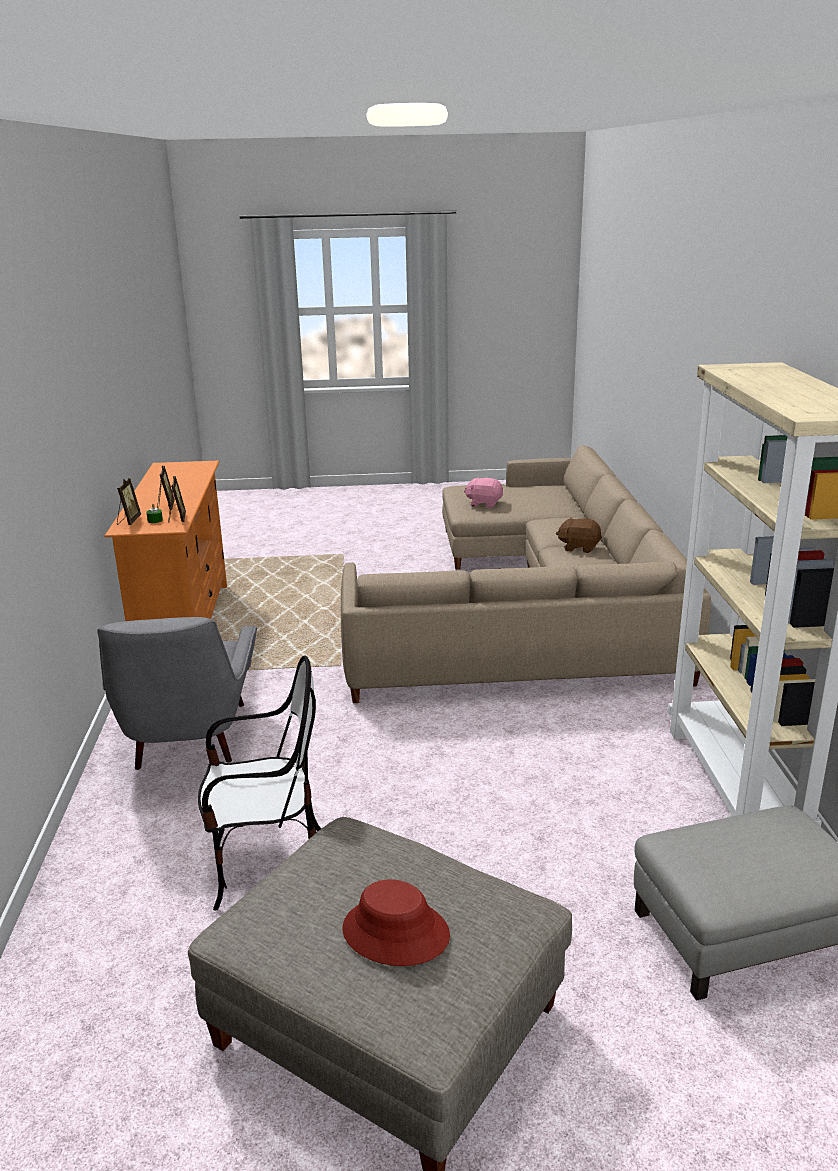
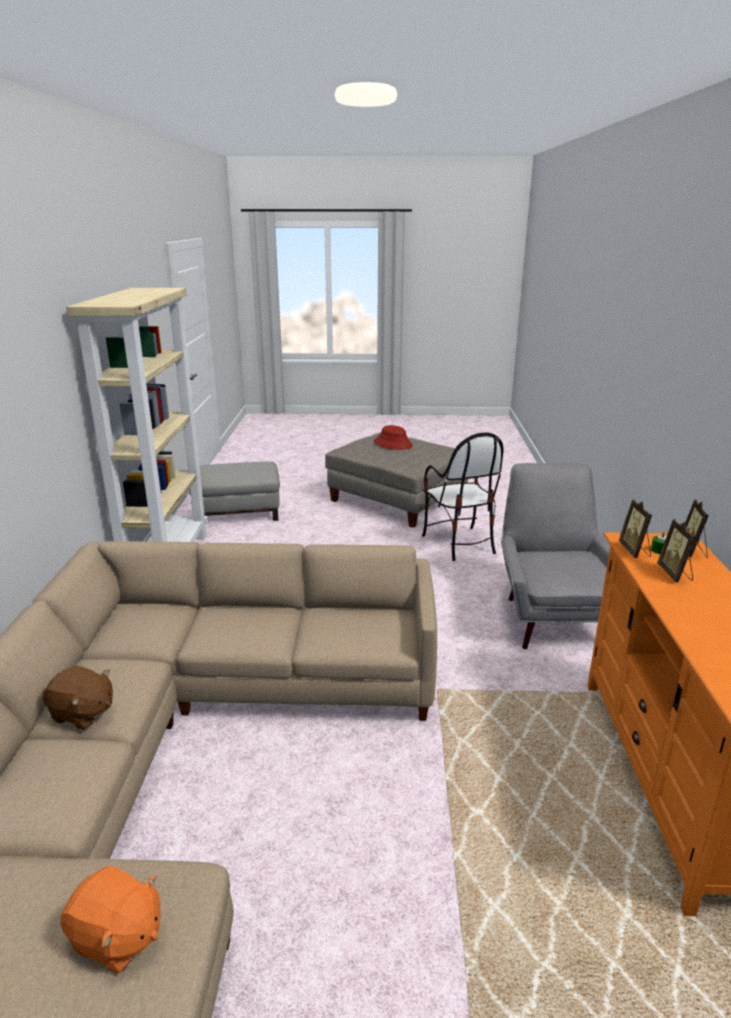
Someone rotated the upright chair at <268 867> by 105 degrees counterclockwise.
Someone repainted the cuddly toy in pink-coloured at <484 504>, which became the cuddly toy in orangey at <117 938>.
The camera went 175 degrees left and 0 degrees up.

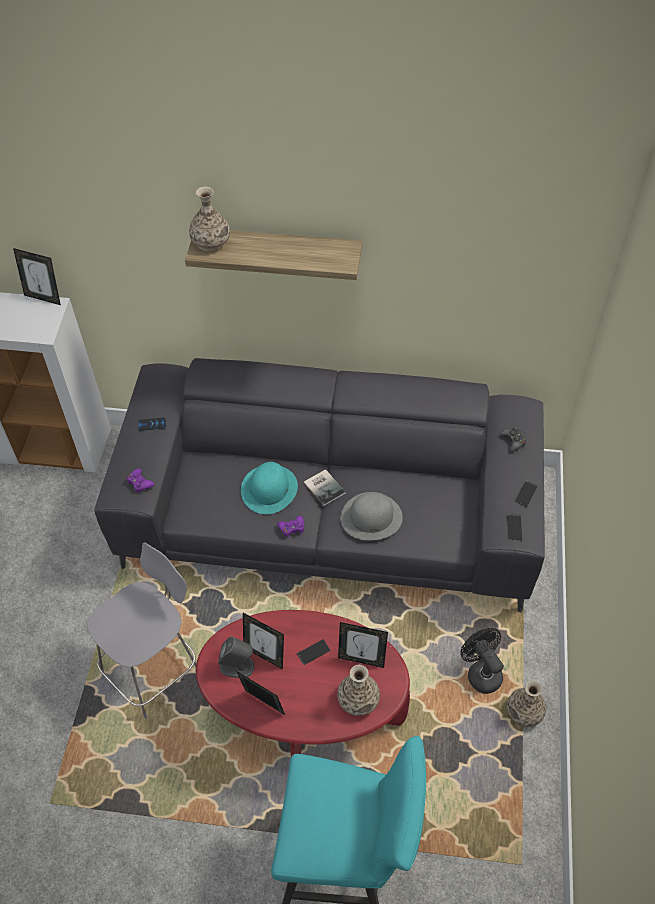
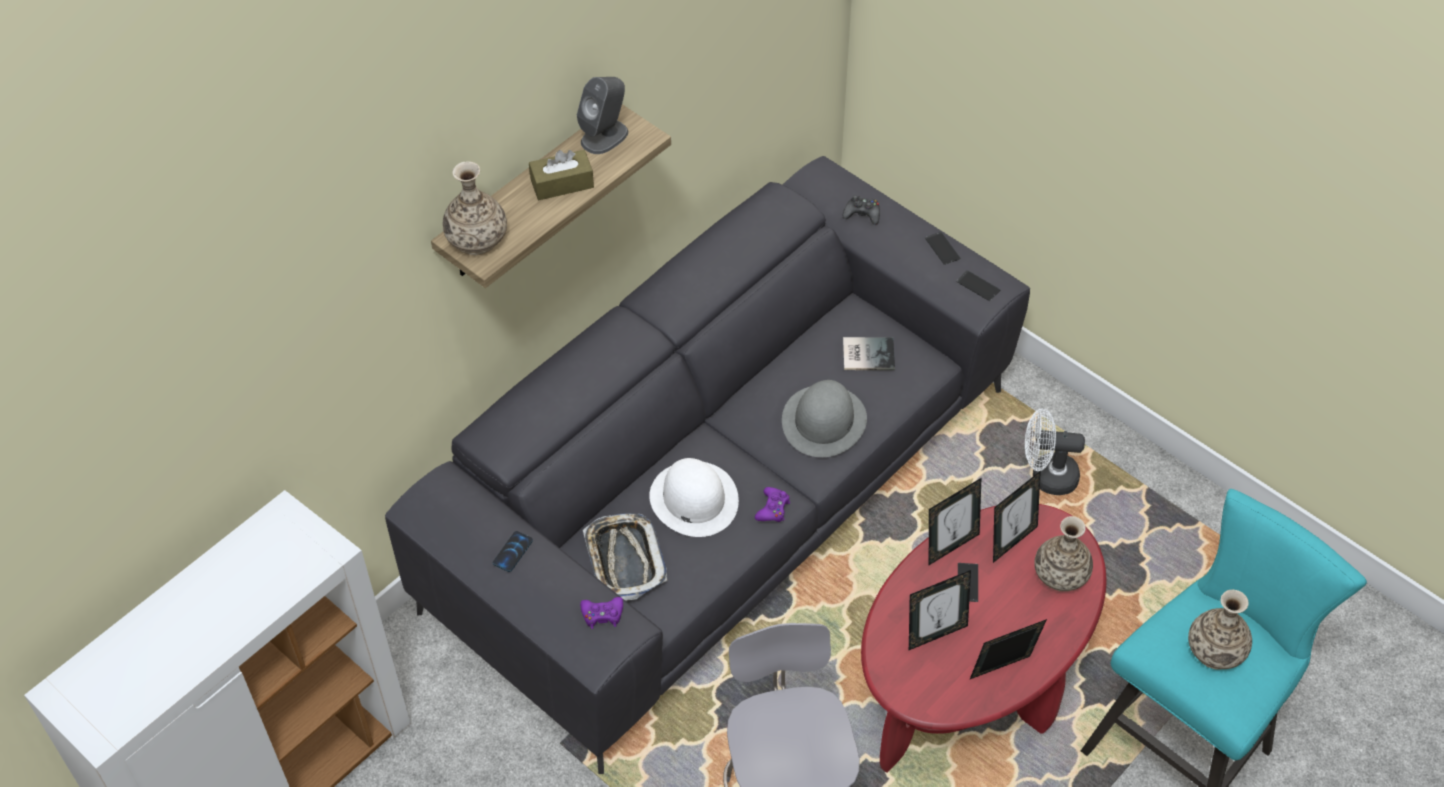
Someone carried the picture frame from <44 298> to <950 546>.
Someone carried the audio speaker in greyish from <237 666> to <605 136>.
Someone repainted the clothing hat in turquoise at <269 488>, which became the clothing hat in whitish at <693 498>.
Someone carried the bound book from <324 486> to <867 353>.
Someone repainted the electric fan in blackish at <481 672>, which became the electric fan in whitish at <1046 476>.
Someone carried the vase from <524 712> to <1215 650>.
Someone put down the tissue holder in brown at <562 183>.
Someone put down the serving tray at <624 559>.
The camera went 55 degrees left and 0 degrees up.

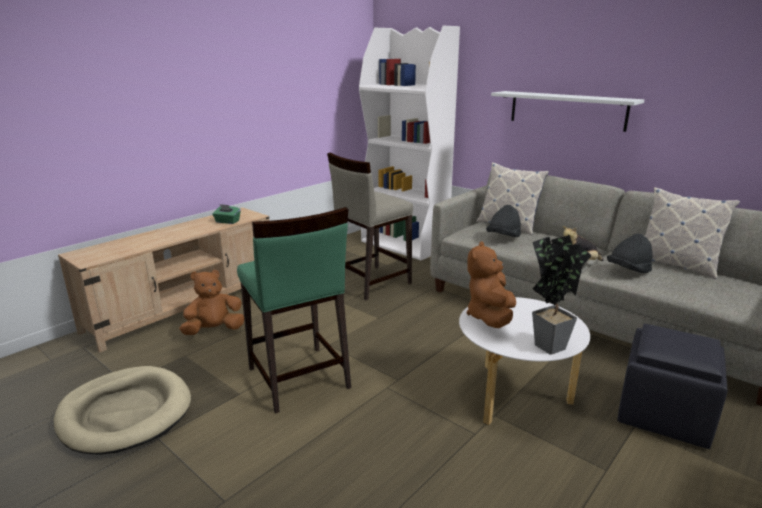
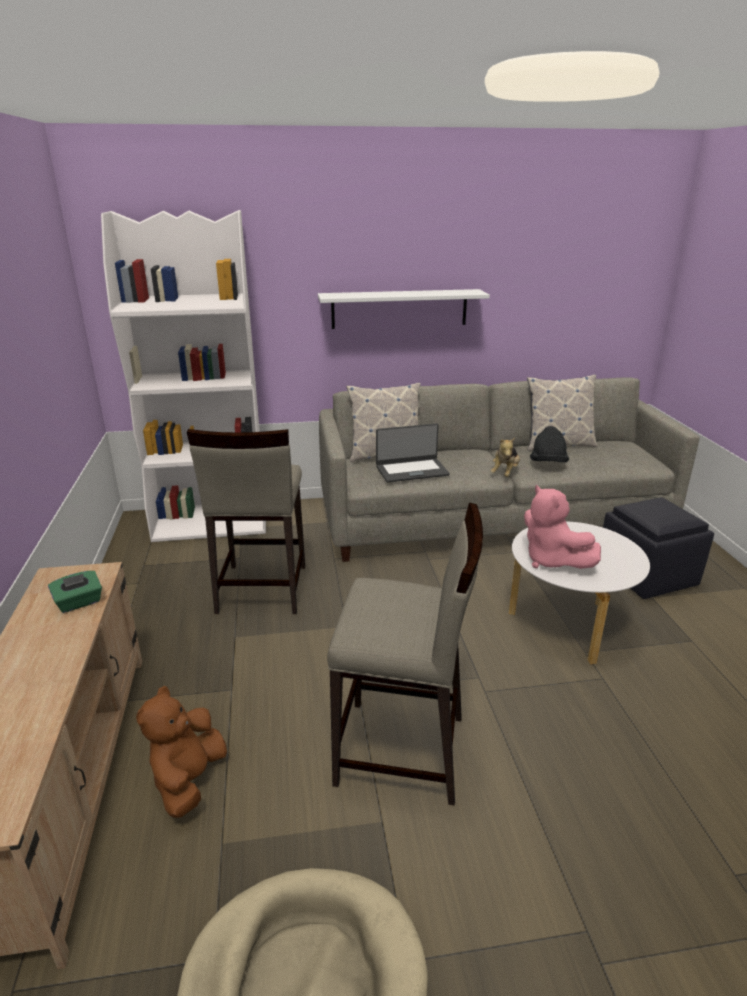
Someone repainted the stool in greenish at <298 378>, which became the stool in beige at <402 751>.
Someone repainted the cuddly toy in brown at <490 318>, which became the cuddly toy in pink-coloured at <551 560>.
Someone swapped the clothing hat in blackish at <503 237> for the notebook computer at <411 470>.
Someone took away the houseplant at <548 343>.
The camera went 50 degrees left and 5 degrees up.

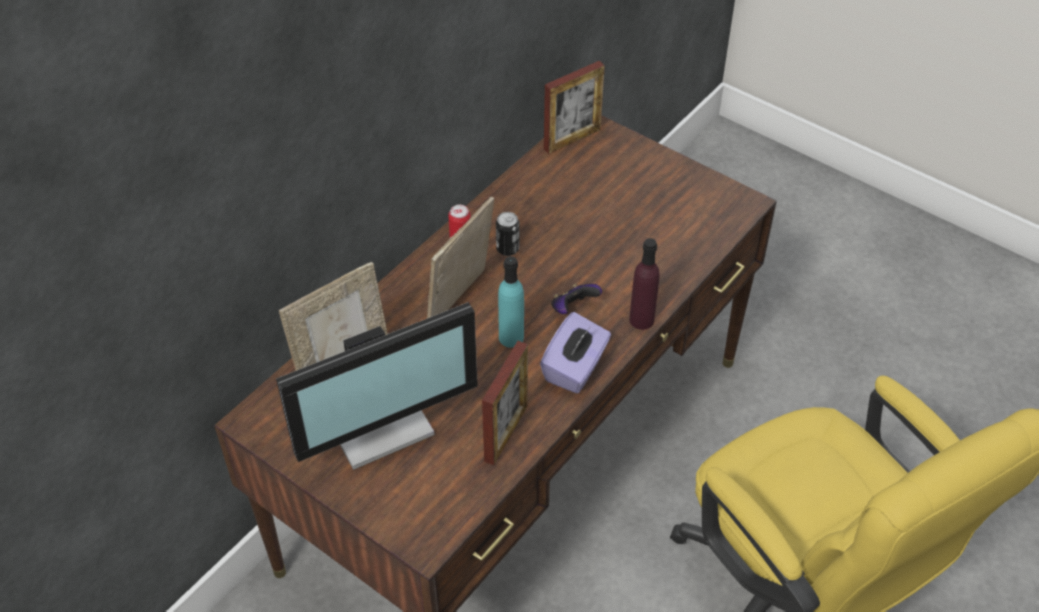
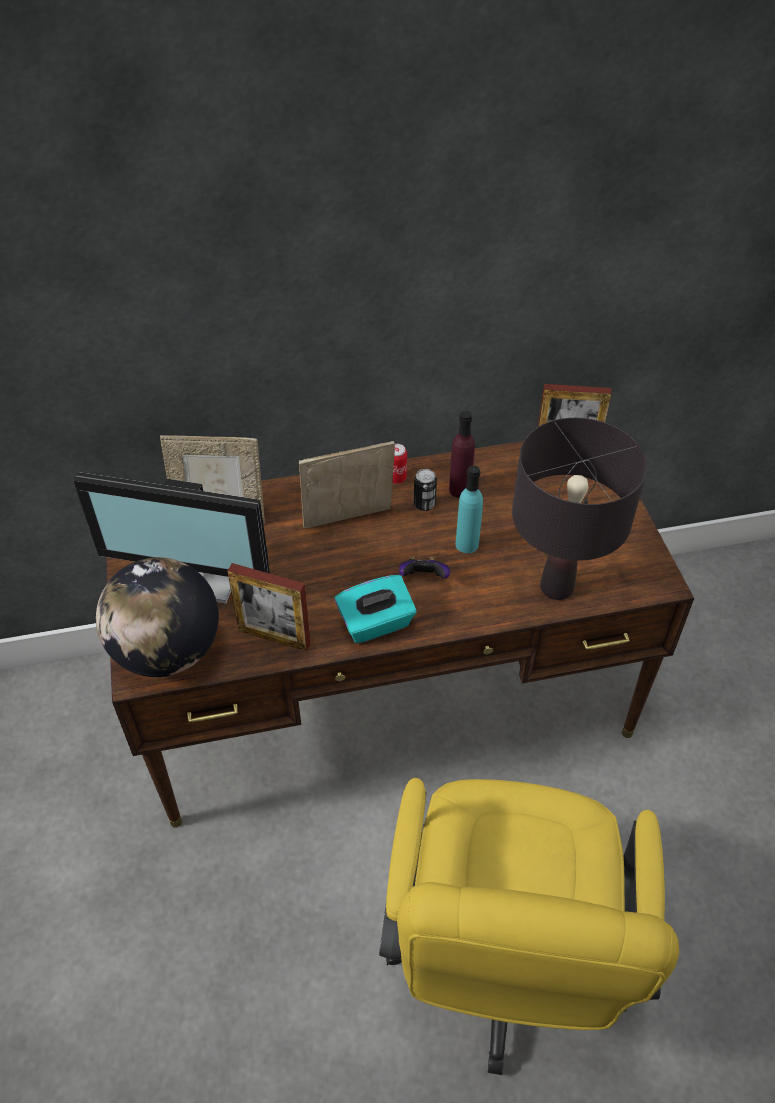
Someone rotated the picture frame at <506 433> by 45 degrees clockwise.
Someone carried the beverage bottle in turquoise from <511 337> to <467 544>.
Someone repainted the tissue holder in purple-coloured at <575 368>, which became the tissue holder in turquoise at <376 624>.
Someone carried the beverage bottle in purple-coloured from <641 320> to <459 490>.
Someone put down the world globe at <167 652>.
Someone put down the lamp for a table in blackish at <556 587>.
The camera went 40 degrees right and 0 degrees up.

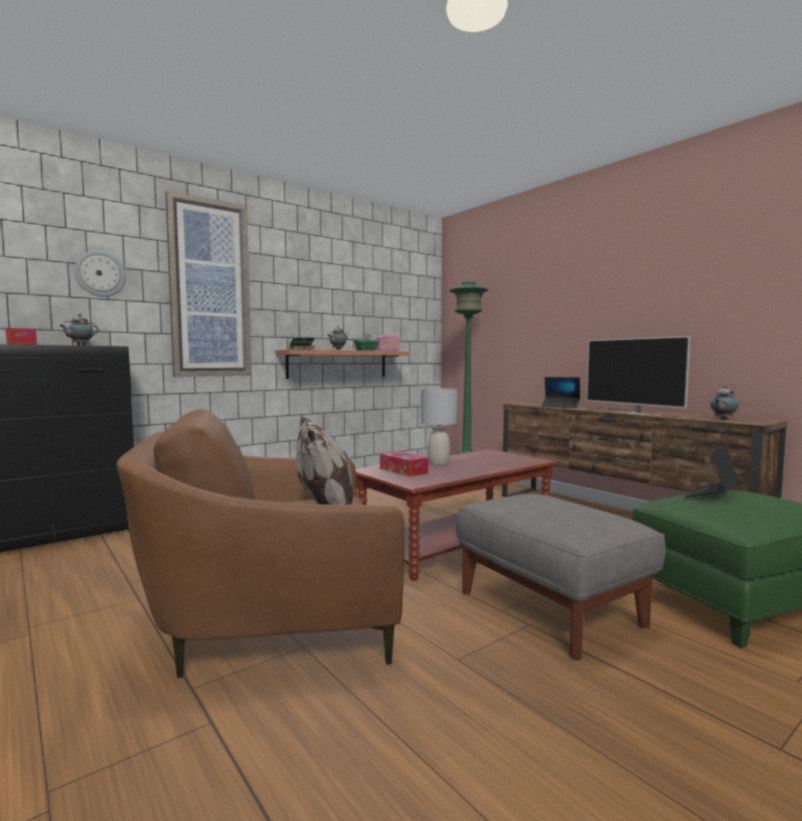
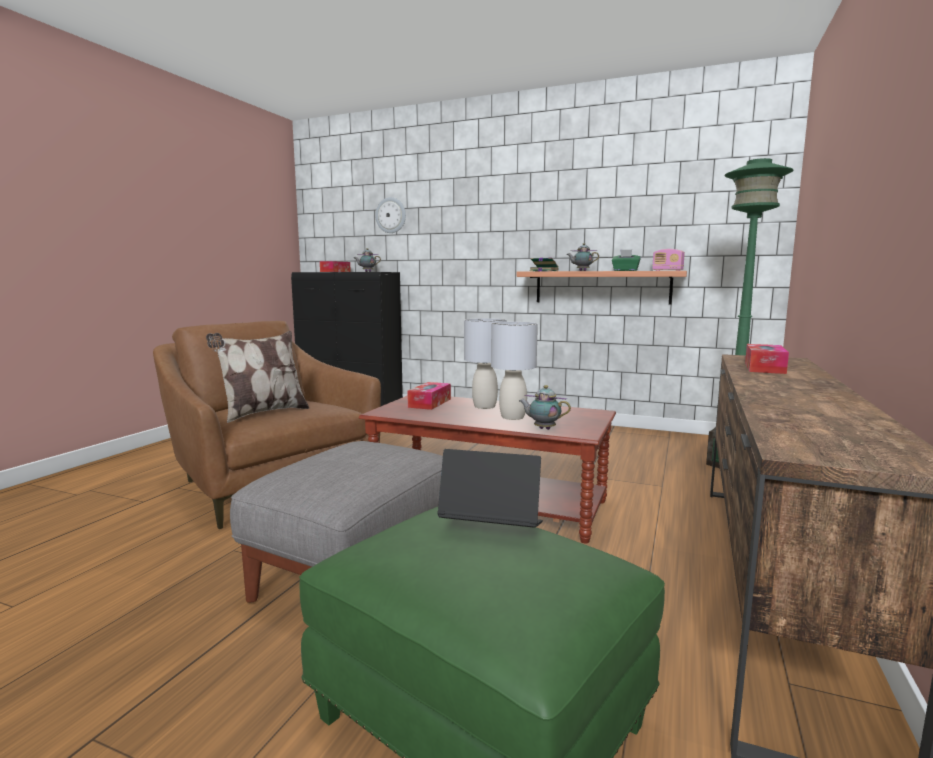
Someone took away the wall art at <210 289>.
Someone swapped the notebook computer at <560 406> for the tissue holder at <764 368>.
Someone took away the TV set at <634 413>.
Someone carried the tea pot from <722 419> to <543 428>.
Someone put down the lamp for a table in greyish at <513 417>.
The camera went 60 degrees right and 5 degrees up.

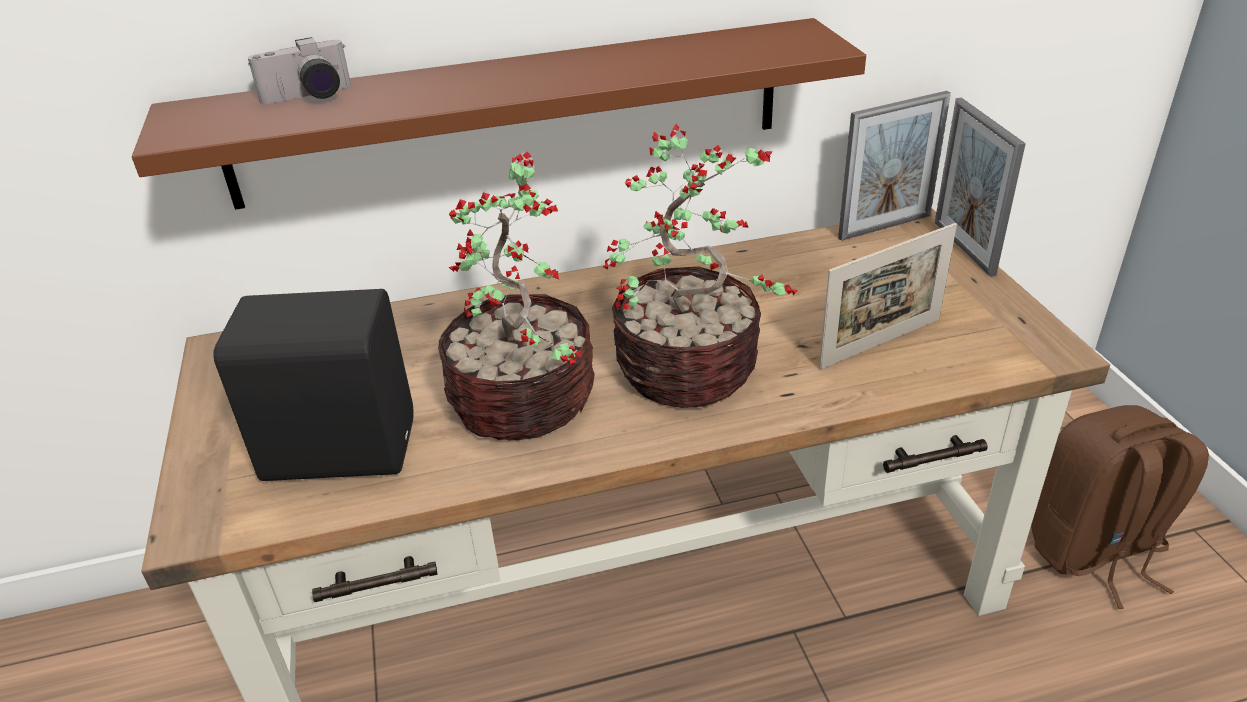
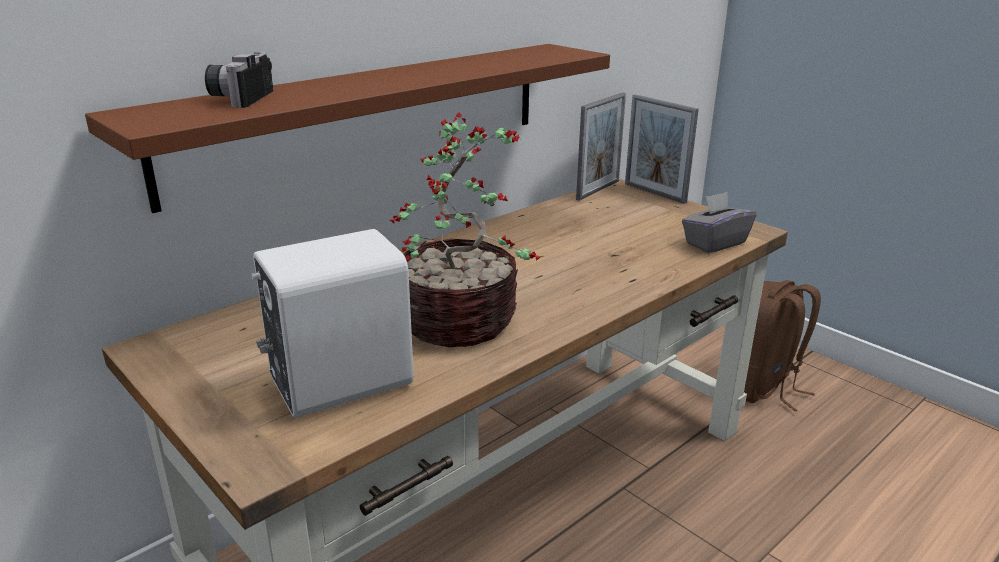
Someone repainted the audio speaker in blackish at <339 446>, which became the audio speaker in whitish at <338 382>.
Someone rotated the photo camera at <309 97> by 150 degrees clockwise.
Someone took away the houseplant at <691 369>.
Someone took away the picture frame at <880 343>.
Someone put down the tissue holder in greyish at <714 243>.
The camera went 30 degrees left and 10 degrees down.

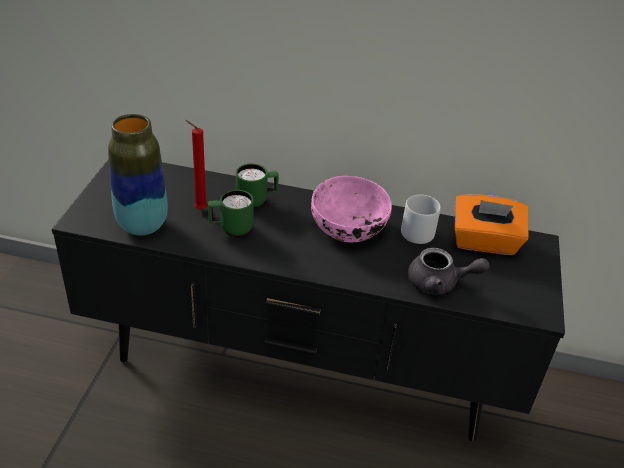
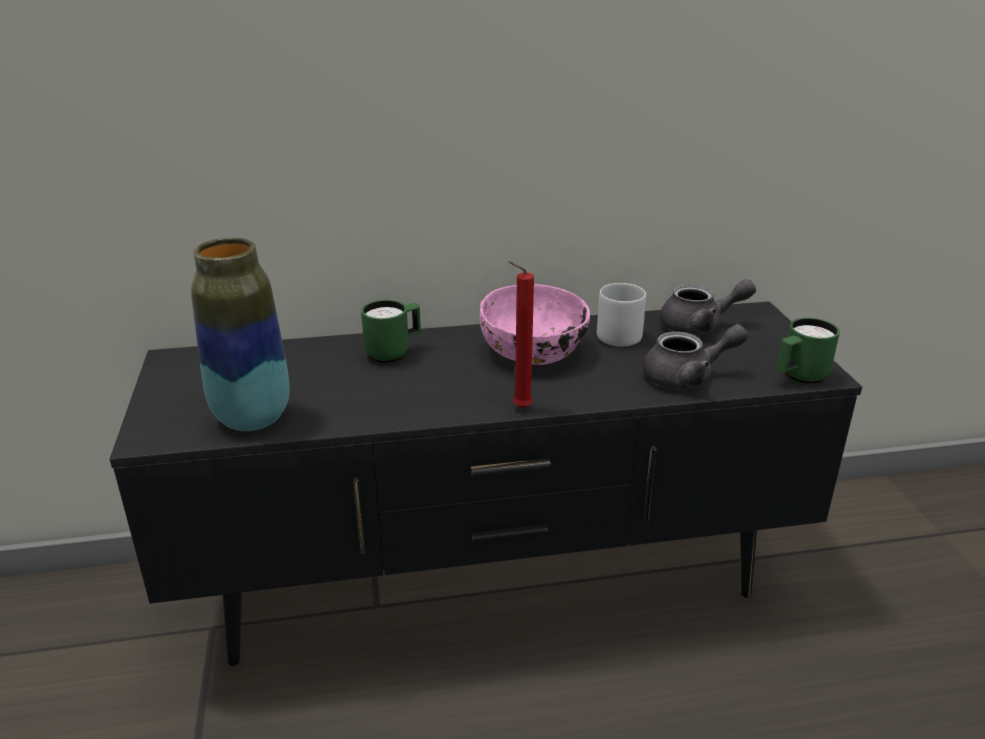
Someone carried the wax light in red from <199 209> to <519 408>.
Someone carried the mug in greenish from <231 229> to <799 377>.
Someone swapped the tissue holder in orangey at <484 242> for the tea pot in greyish at <700 326>.
The camera went 20 degrees left and 10 degrees down.

